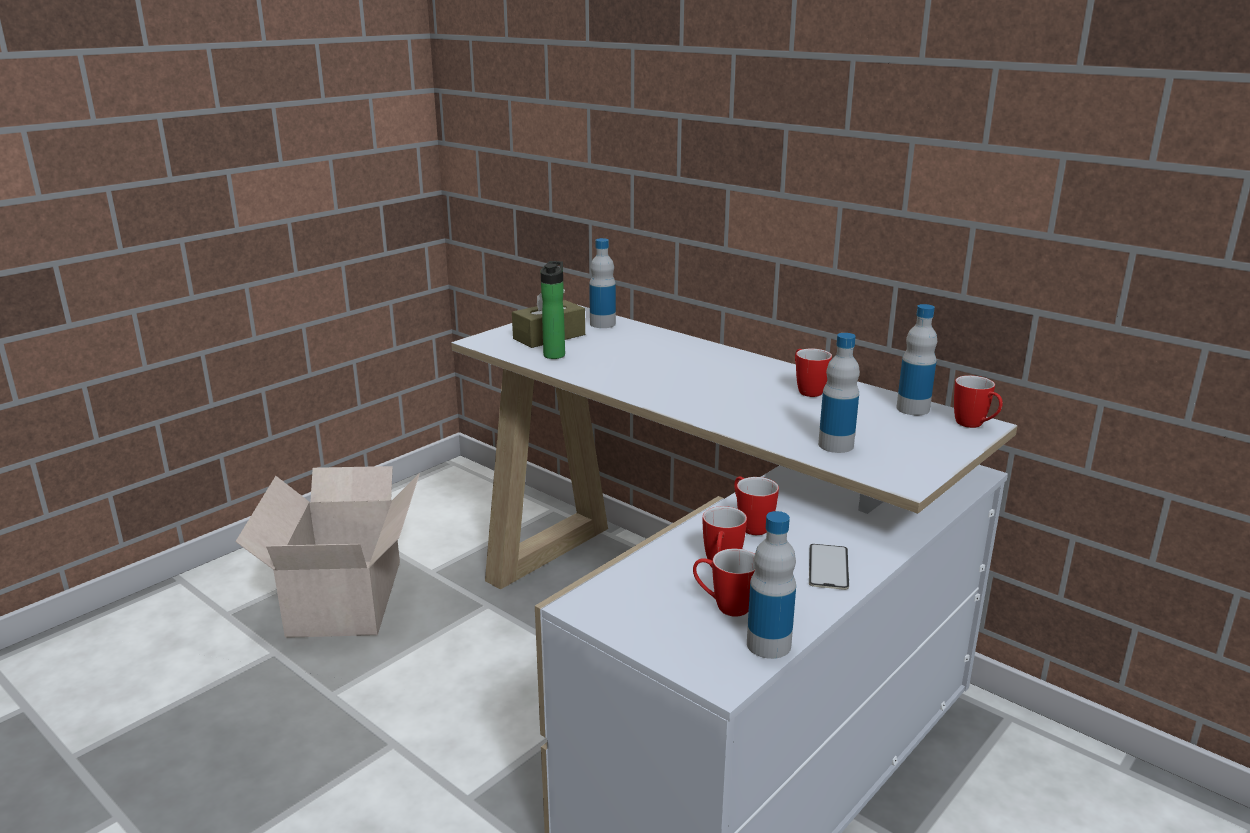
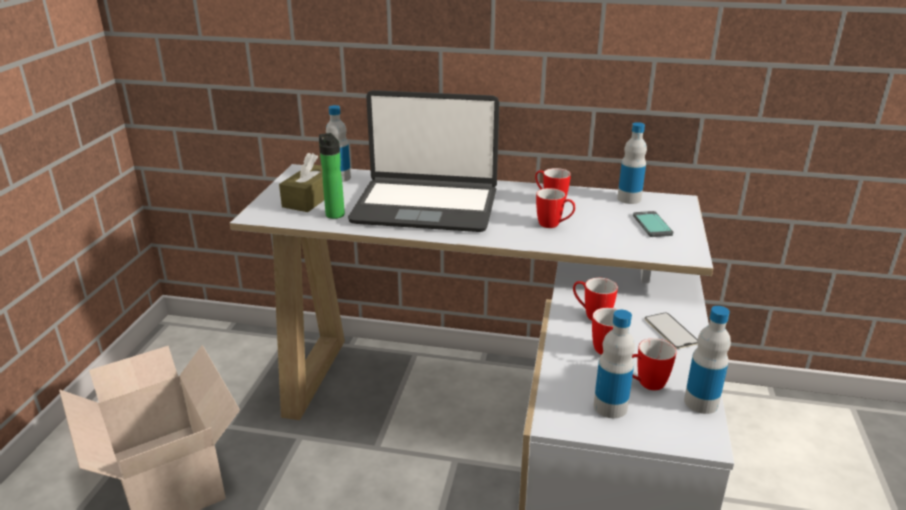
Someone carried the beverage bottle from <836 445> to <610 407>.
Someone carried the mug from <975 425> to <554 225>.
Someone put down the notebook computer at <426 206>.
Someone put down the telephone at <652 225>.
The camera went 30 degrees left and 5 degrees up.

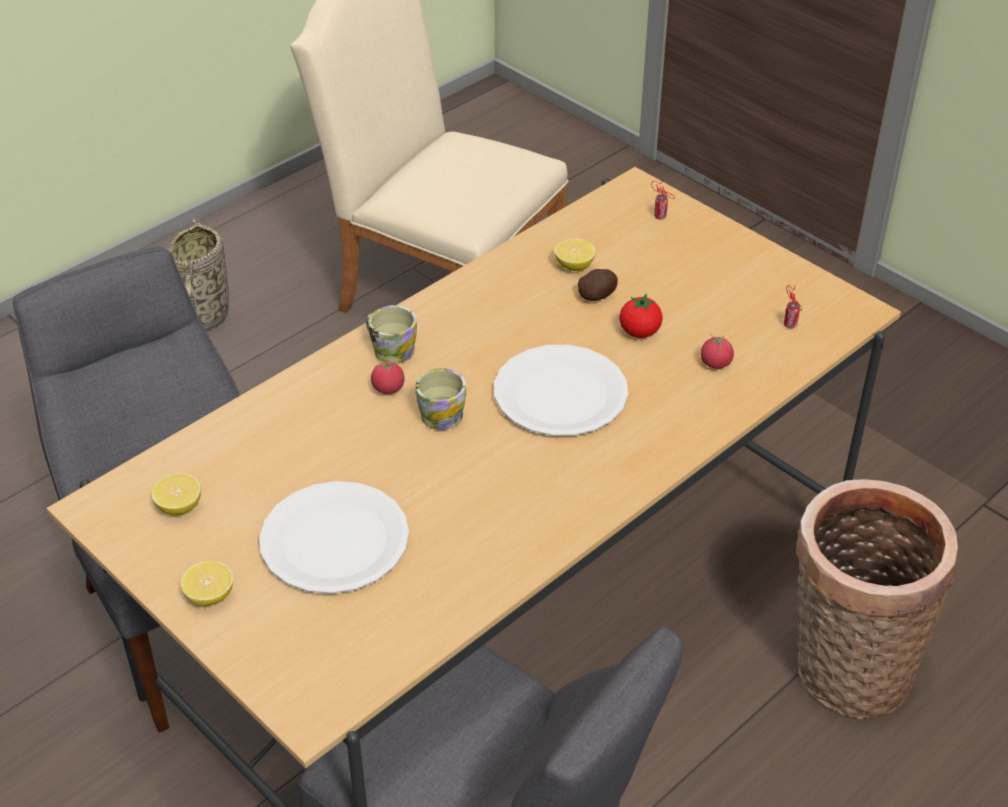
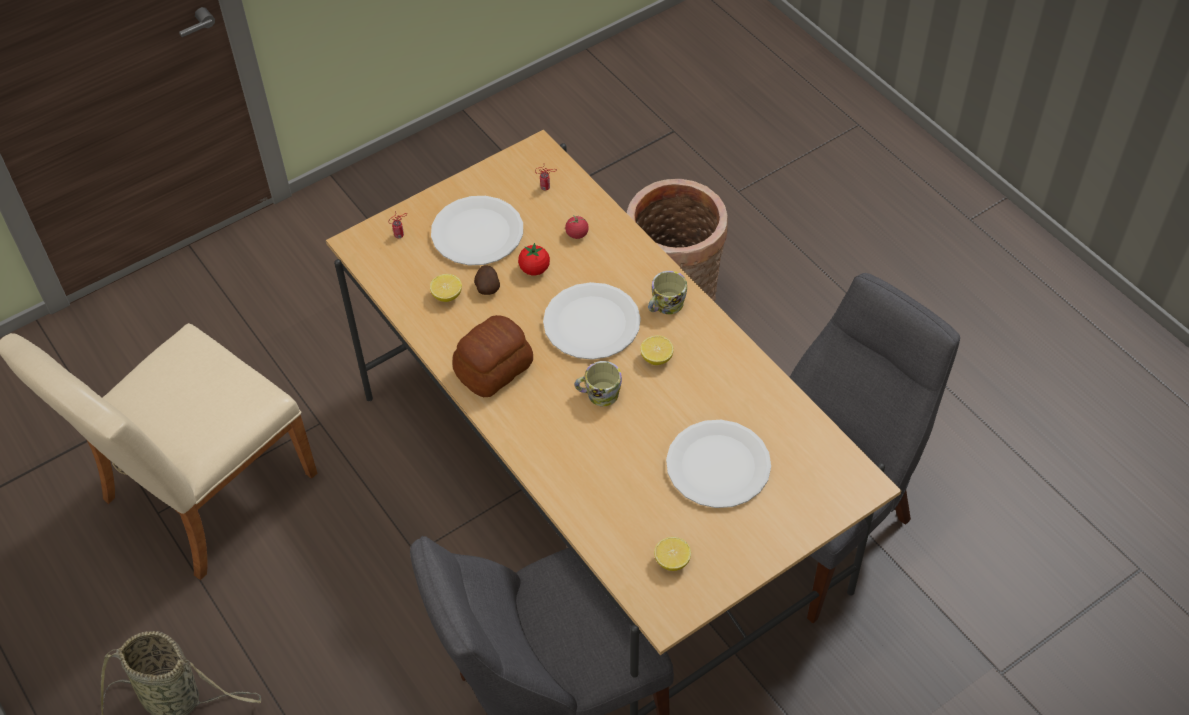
Someone carried the whole lemon from <210 596> to <656 358>.
Someone carried the mug from <389 349> to <665 306>.
Someone took away the tomato at <388 388>.
Someone put down the dinner plate in whitish at <477 233>.
Someone put down the baked bread at <495 369>.
The camera went 80 degrees left and 10 degrees up.

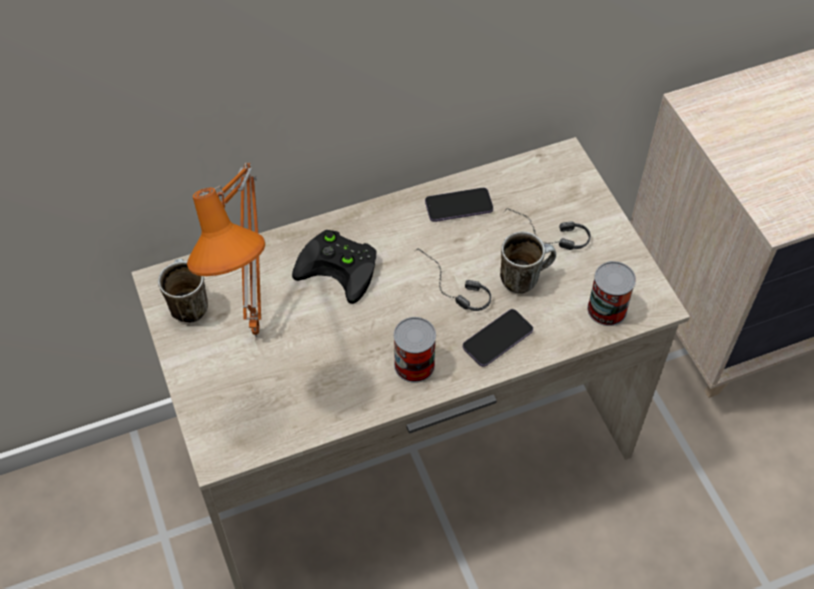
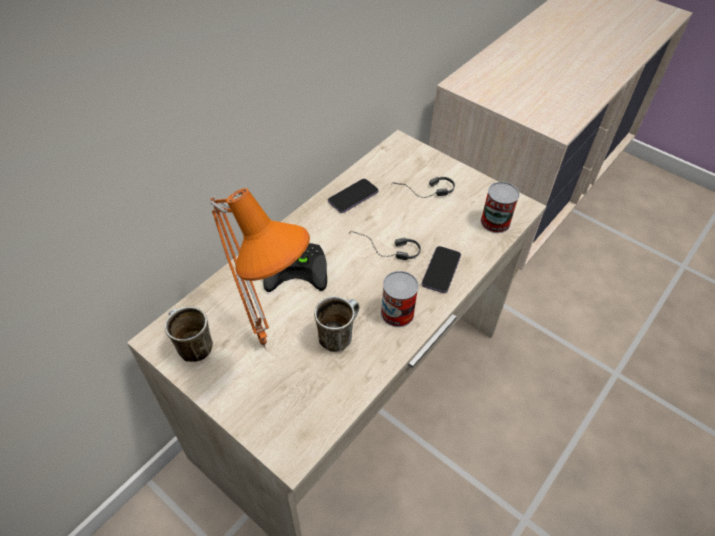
Someone carried the mug from <524 277> to <338 335>.
The camera went 30 degrees left and 5 degrees down.

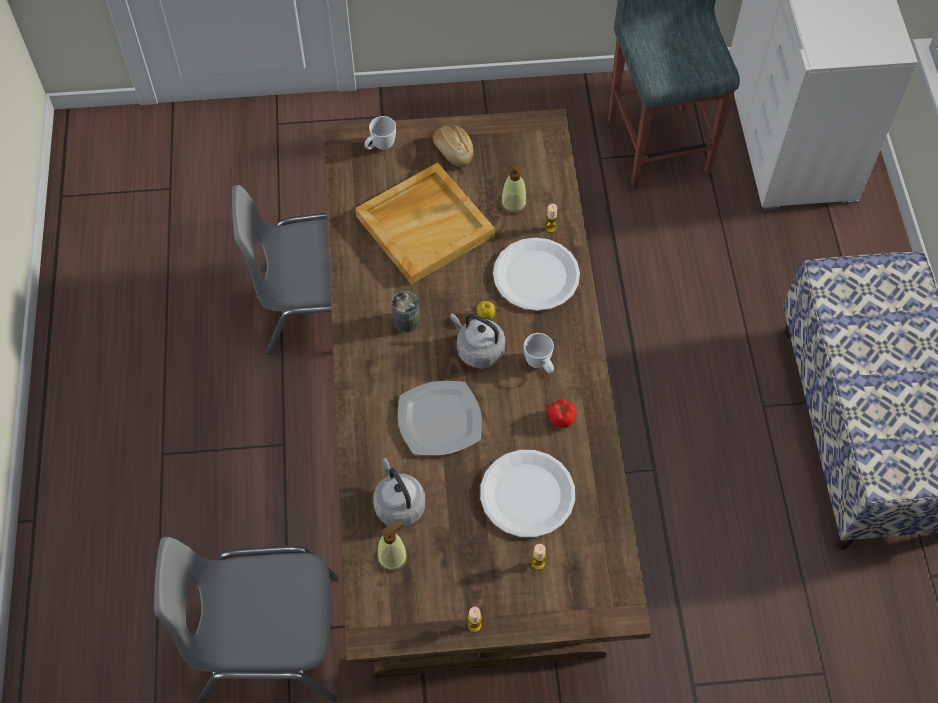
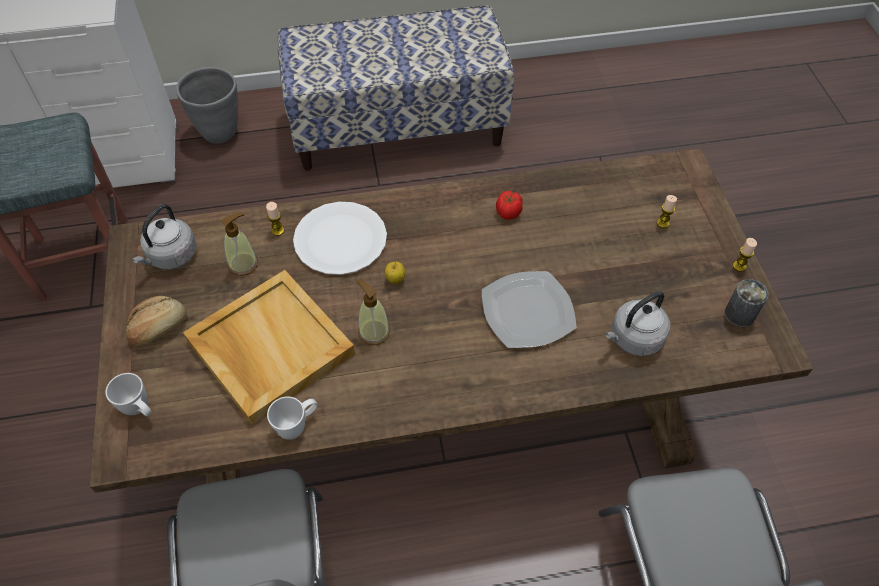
Someone carried the soap dispenser from <392 557> to <374 332>.
Someone carried the metal can from <406 321> to <739 314>.
Someone carried the kettle in greyish from <478 350> to <171 256>.
Someone took away the dinner plate in whitish at <527 494>.
Someone carried the mug in whitish from <540 365> to <297 425>.
Someone put down the plant pot in greyish at <220 132>.
The camera went 95 degrees left and 5 degrees down.

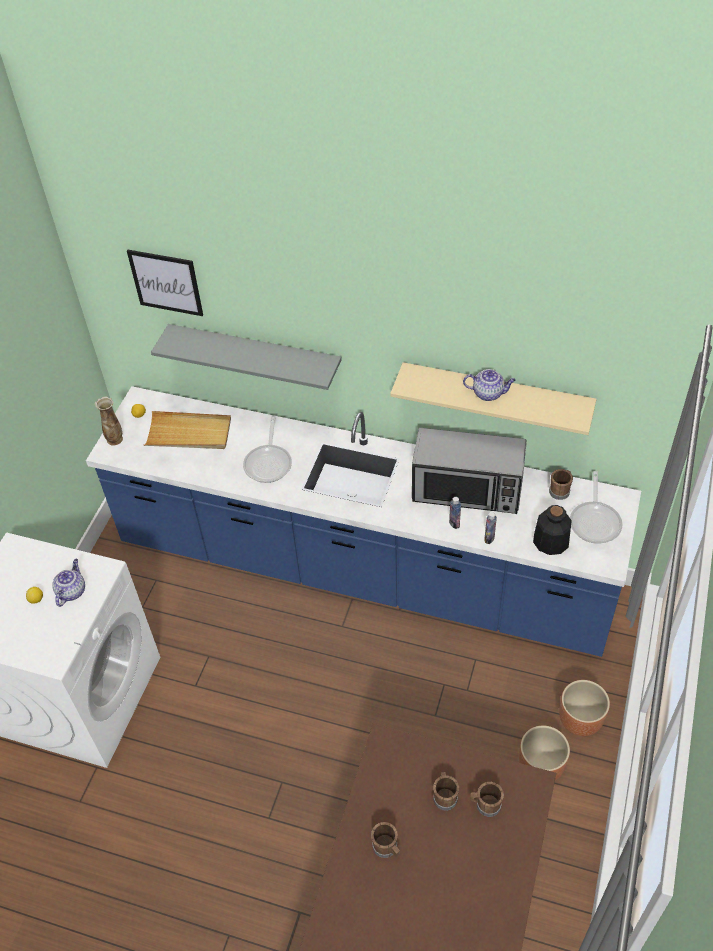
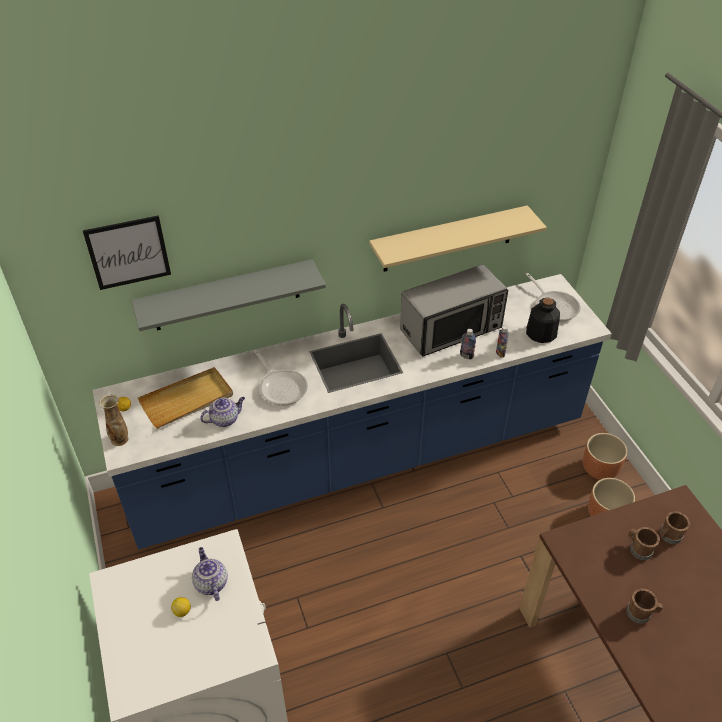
Someone carried the tea pot from <488 393> to <225 419>.
Someone took away the mug in brown at <560 490>.
The camera went 40 degrees left and 5 degrees down.

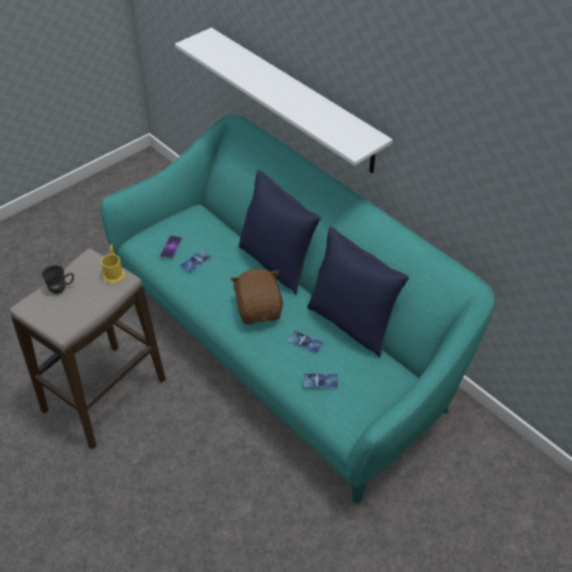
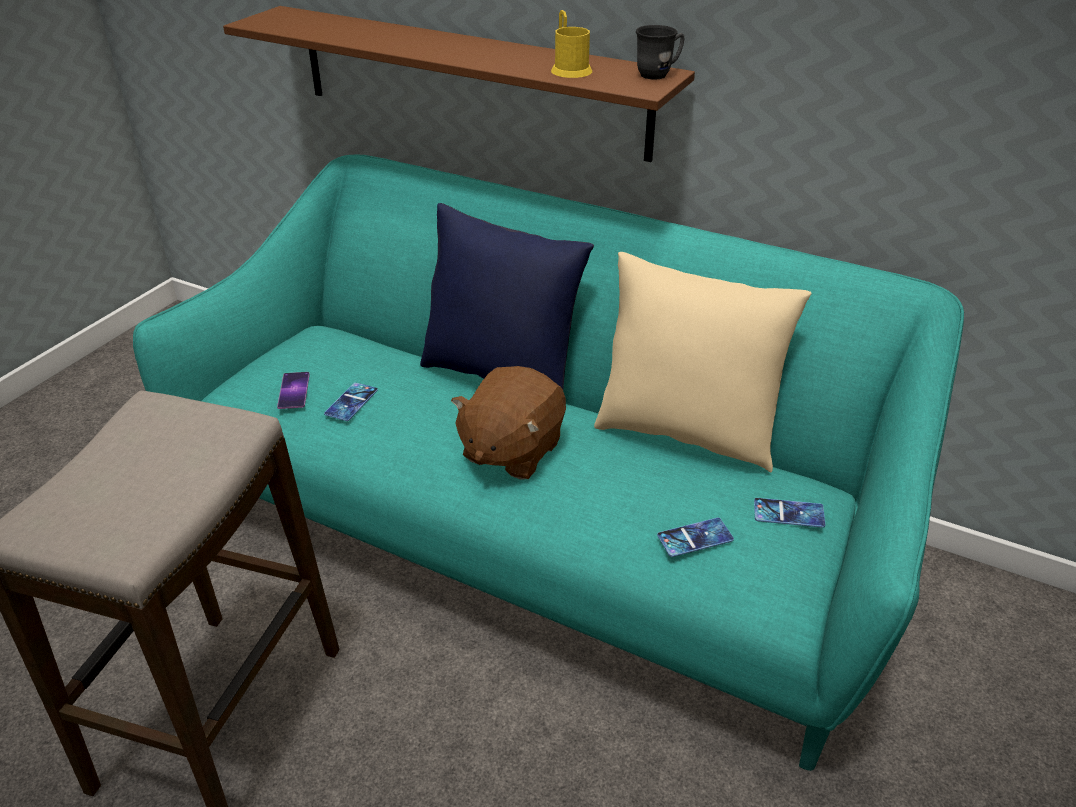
Someone carried the mug in greyish from <61 288> to <659 74>.
Someone carried the mug in yellow from <114 272> to <569 69>.
Someone repainted the wall shelf in whitish at <294 100>, which became the wall shelf in brown at <469 81>.
Someone rotated the cuddly toy in brown at <259 310> by 120 degrees counterclockwise.
Someone carried the telephone from <305 342> to <788 513>.
Someone repainted the pillow in bluish at <351 323>, which became the pillow in beige at <686 432>.
The camera went 20 degrees left and 10 degrees down.

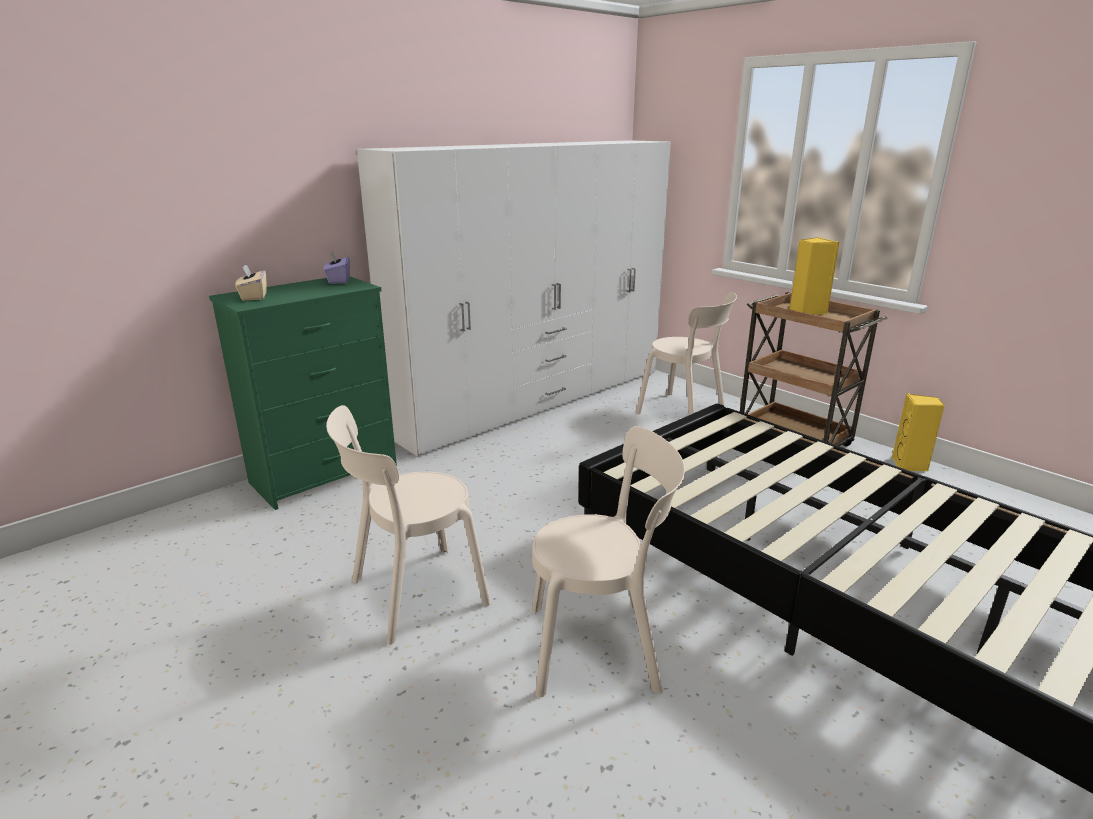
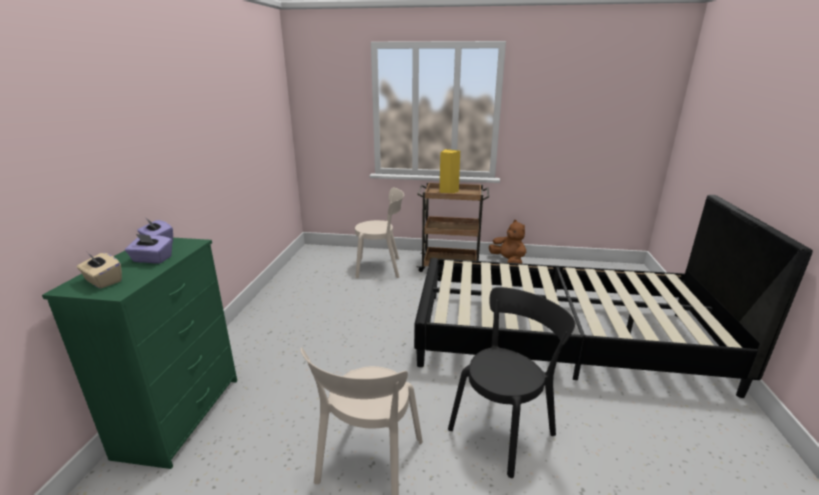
Someone took away the clothes cupboard in whitish at <535 401>.
Someone repainted the upright chair in beige at <600 647>, which became the upright chair in blackish at <504 428>.
Someone swapped the audio speaker in yellow at <910 465> for the cuddly toy in brown at <508 261>.
Someone put down the tissue holder in purple-coloured at <152 259>.
The camera went 40 degrees left and 0 degrees up.

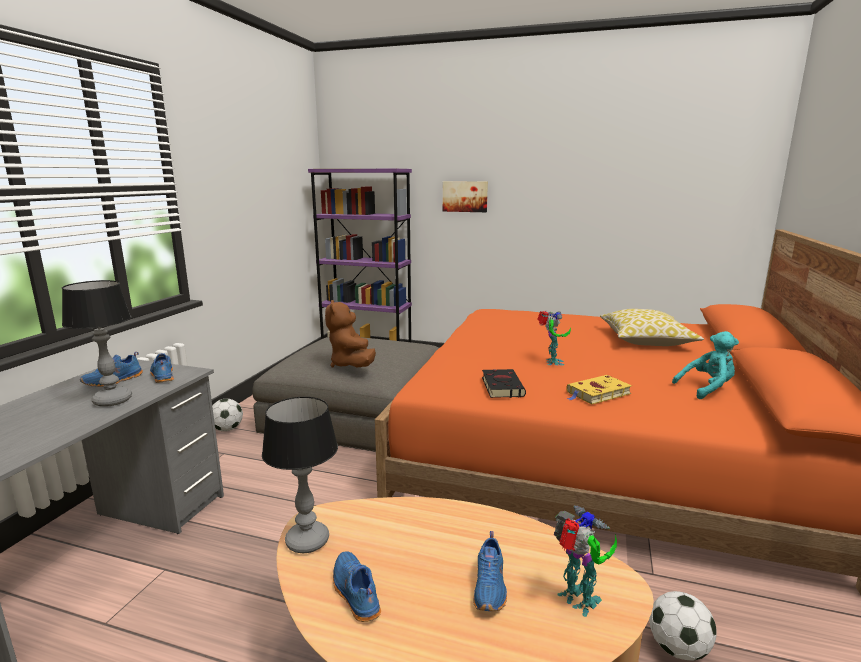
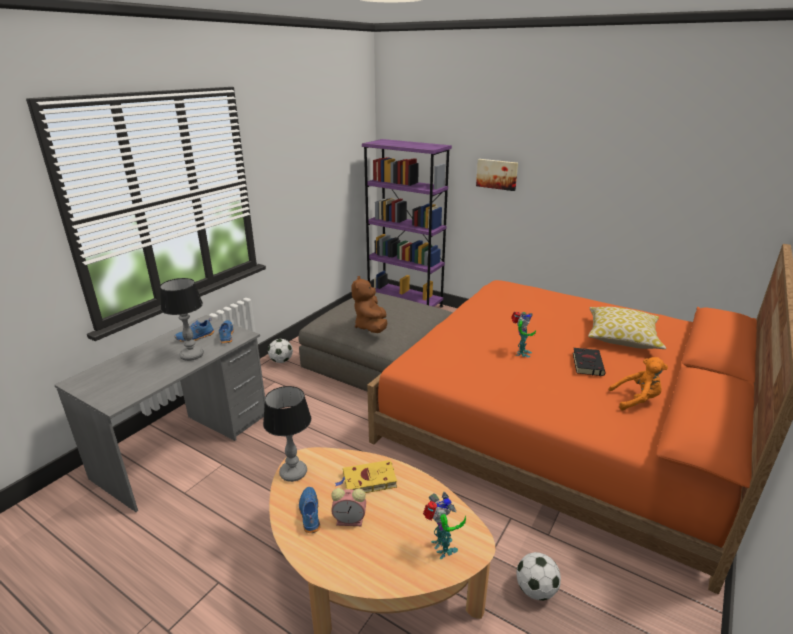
Someone took away the item of footwear in bluish at <490 587>.
Someone carried the bound book in blackish from <501 386> to <587 363>.
Someone carried the bound book in yellow from <597 393> to <368 481>.
Someone repainted the cuddly toy in turquoise at <707 389>, which became the cuddly toy in orangey at <636 400>.
Someone put down the table clock at <351 520>.
The camera went 15 degrees right and 10 degrees up.

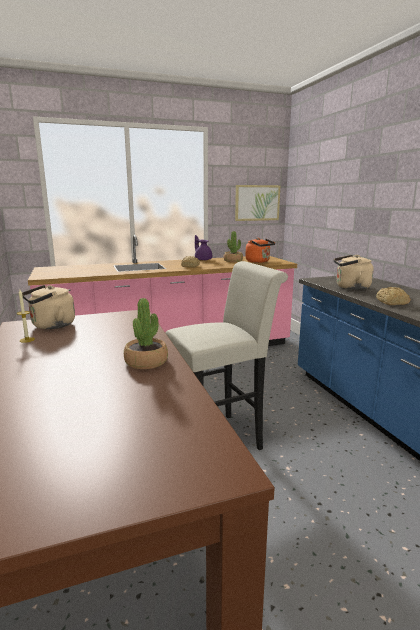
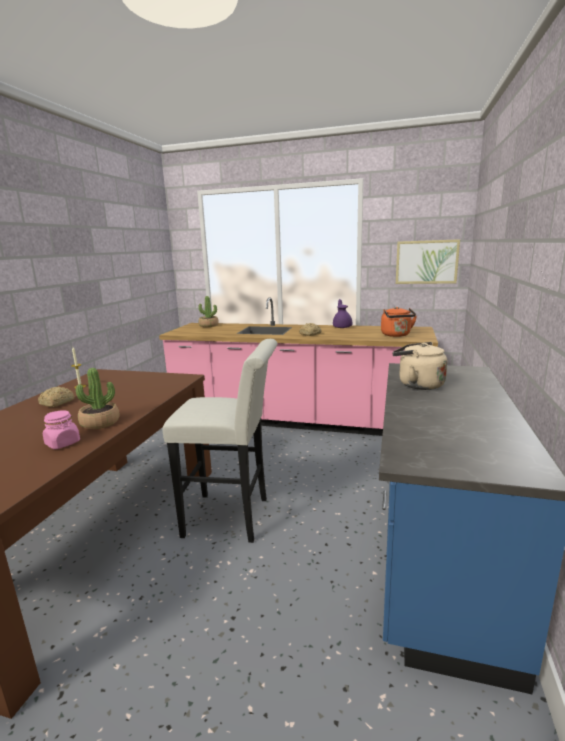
Someone took away the kettle in beige at <51 325>.
Someone carried the houseplant from <233 261> to <208 325>.
Someone carried the baked bread from <391 303> to <56 403>.
Someone put down the storage jar in pink-coloured at <63 443>.
The camera went 35 degrees right and 0 degrees up.

